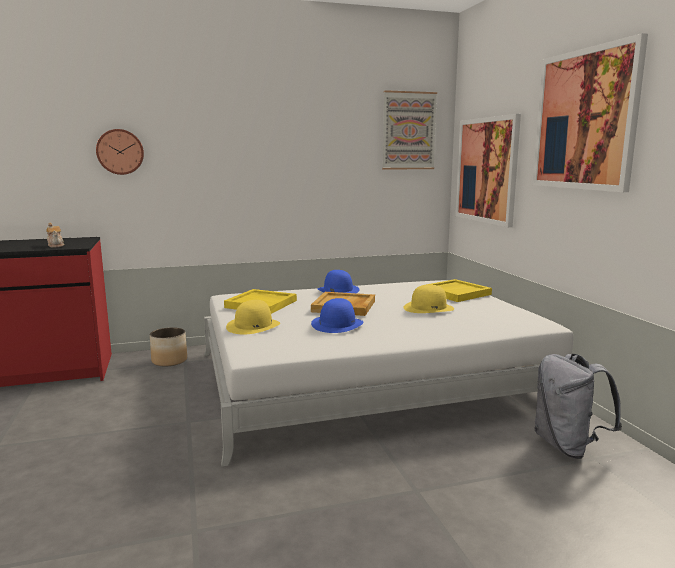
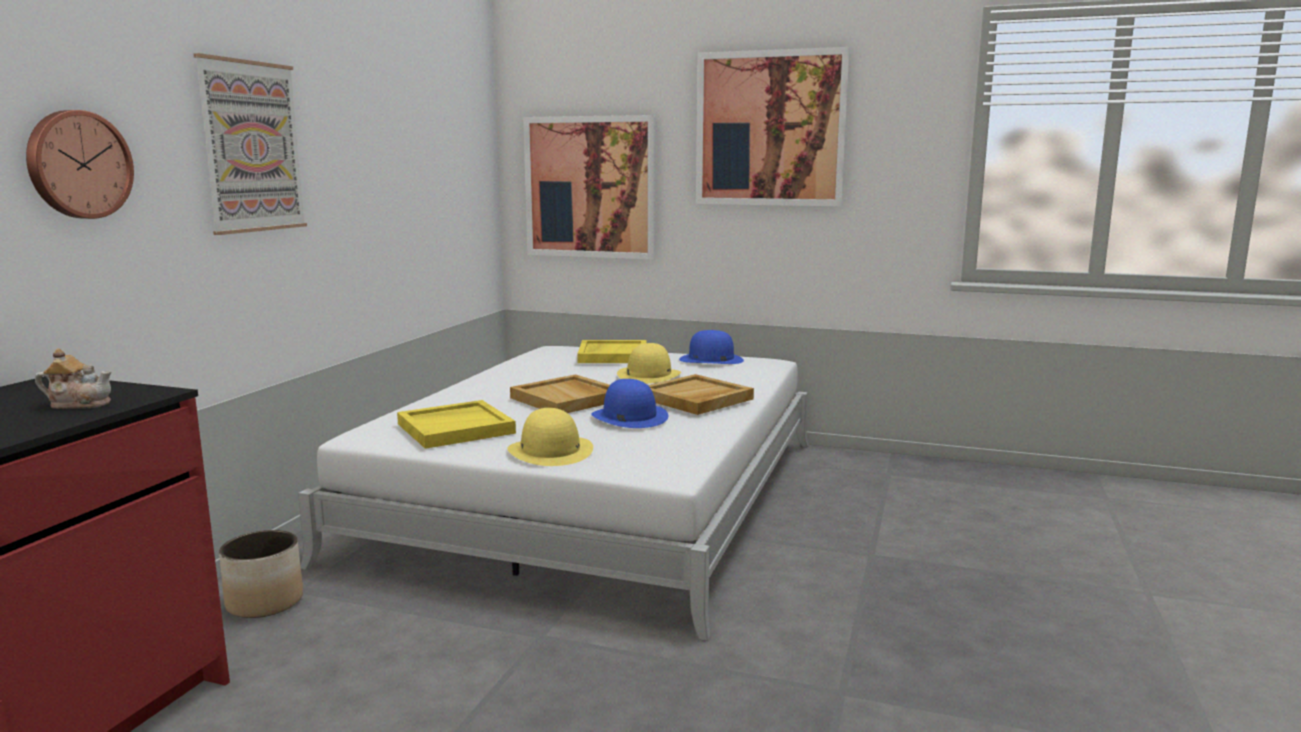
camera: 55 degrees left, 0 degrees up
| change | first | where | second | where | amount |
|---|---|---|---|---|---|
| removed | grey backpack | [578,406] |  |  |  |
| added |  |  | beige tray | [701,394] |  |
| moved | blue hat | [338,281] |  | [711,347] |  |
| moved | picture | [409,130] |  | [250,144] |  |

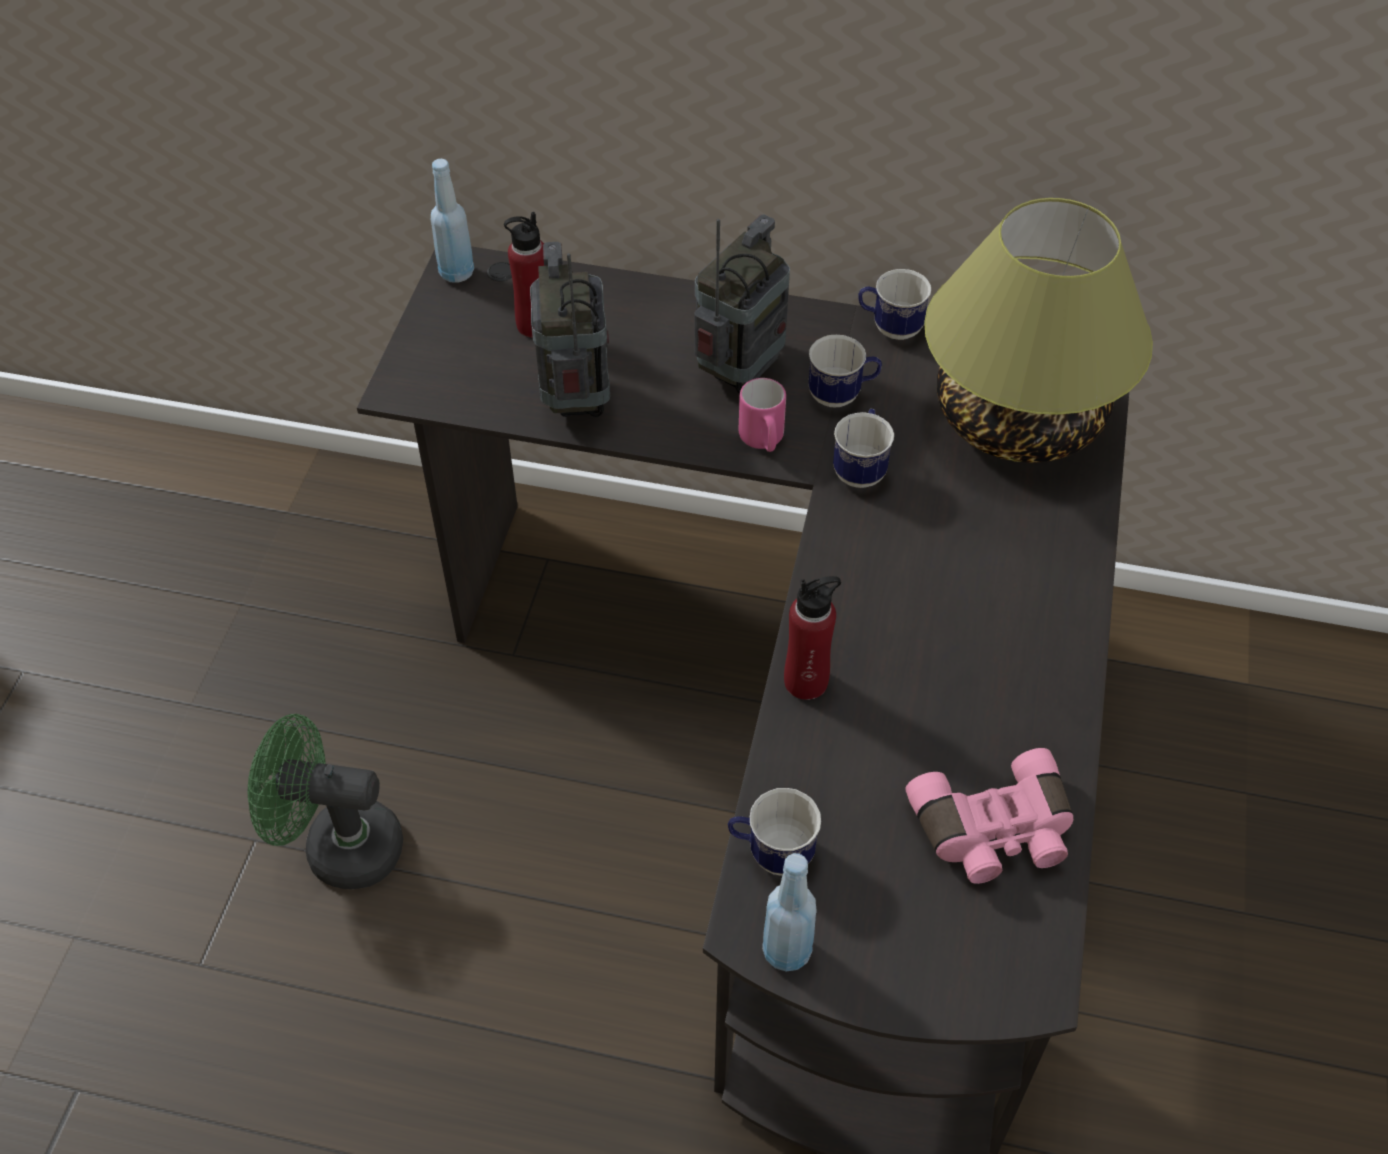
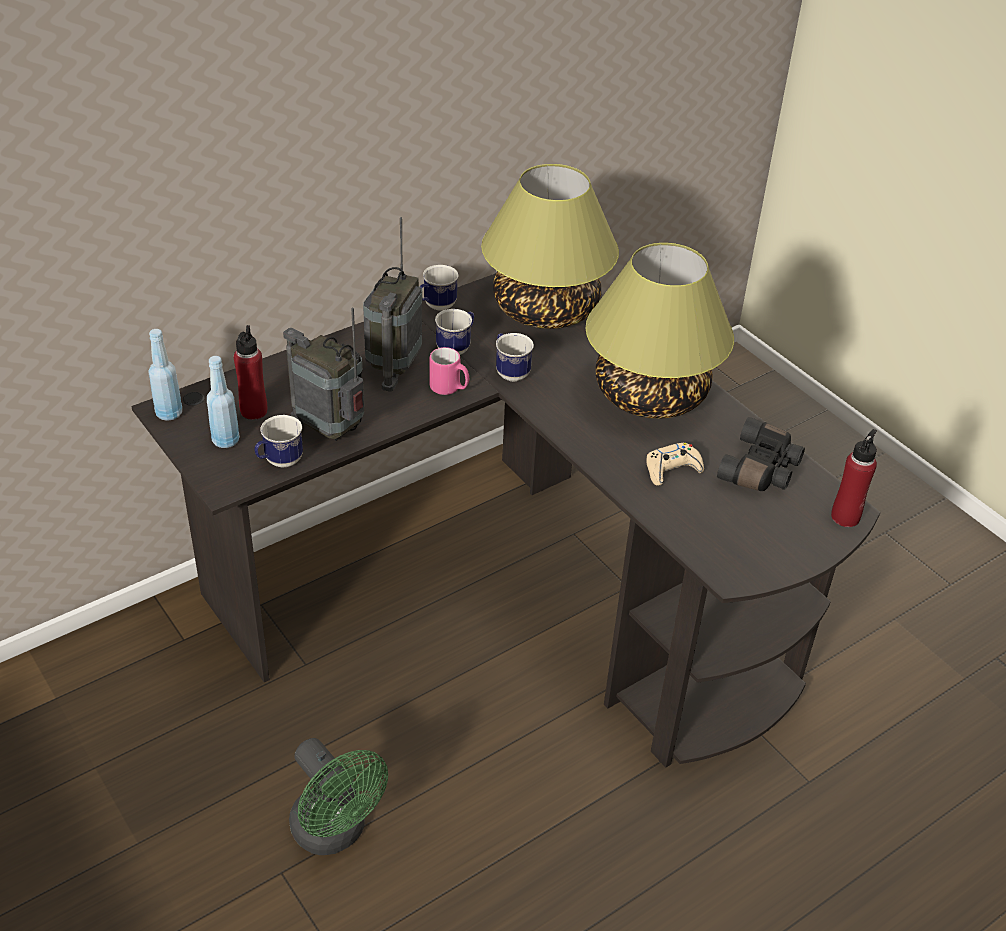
camera: 50 degrees left, 10 degrees down
| change | first | where | second | where | amount |
|---|---|---|---|---|---|
| added |  |  | table lamp | [660,331] |  |
| added |  |  | beige game controller | [675,464] |  |
| moved | mug | [774,832] |  | [278,441] |  |
| moved | blue bottle | [789,912] |  | [223,402] |  |
| moved | red bottle | [812,638] |  | [854,478] |  |
| recoloured | pink binoculars | [989,816] | black binoculars | [761,454] |  |
| turned | green fan | [325,801] |  | [338,796] | 90 degrees counterclockwise |
| turned | radio | [742,304] |  | [392,304] | 150 degrees counterclockwise |

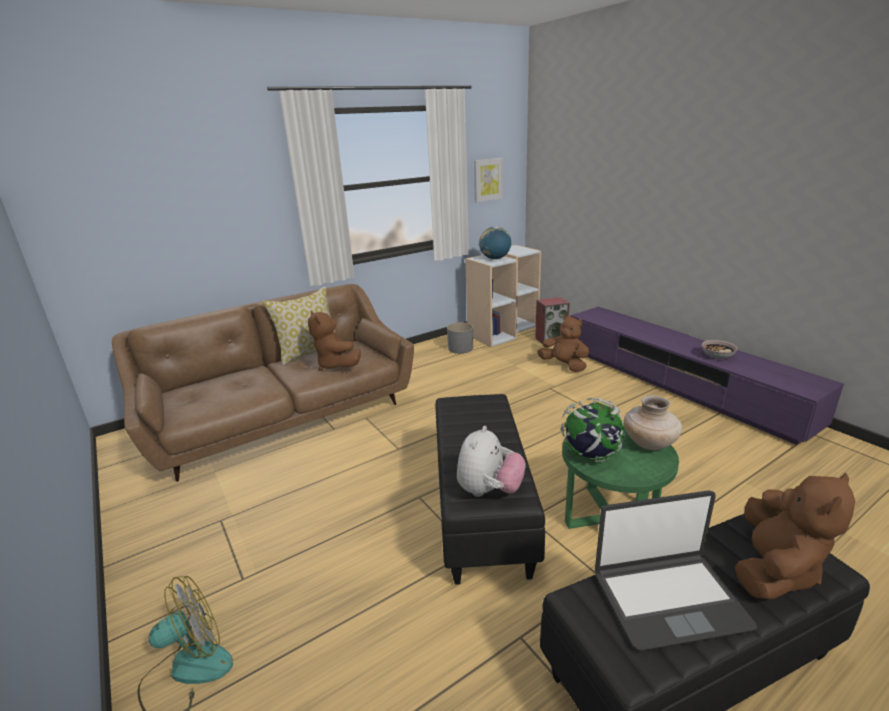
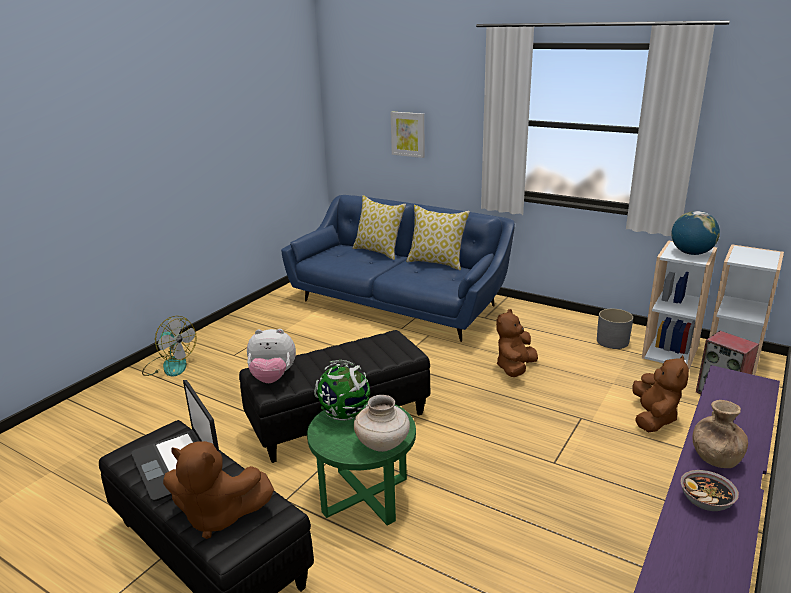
camera: 65 degrees right, 0 degrees up
| change | first | where | second | where | amount |
|---|---|---|---|---|---|
| added |  |  | pillow | [379,227] |  |
| added |  |  | brown vase | [720,434] |  |
| moved | brown plush toy | [334,340] |  | [517,343] |  |
| moved | picture | [488,180] |  | [408,135] |  |
| recoloured | brown sofa | [263,383] | blue sofa | [398,268] |  |

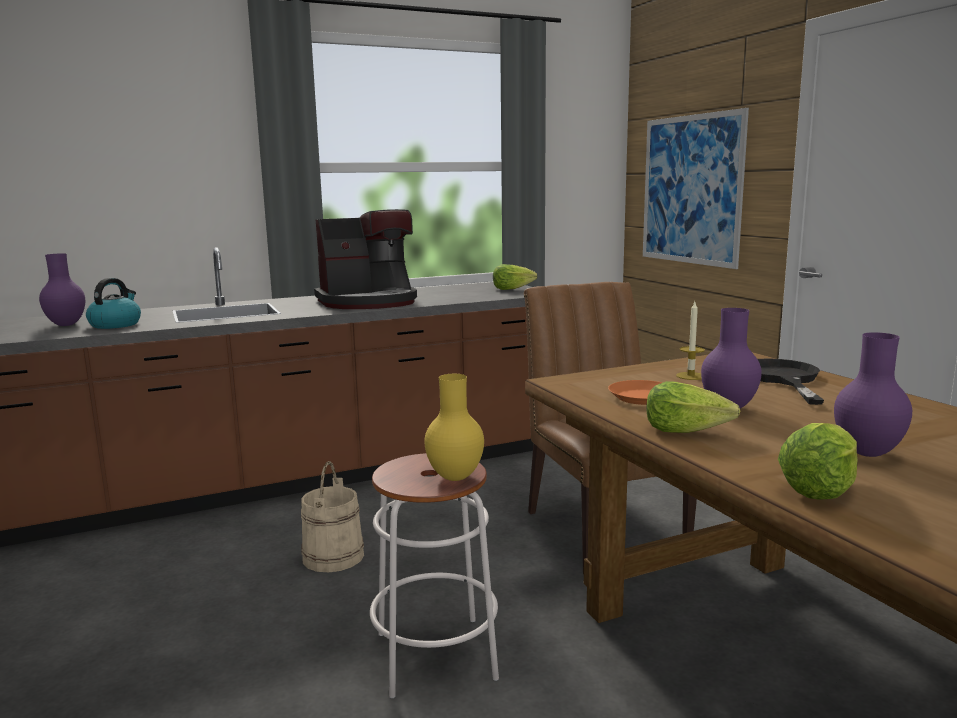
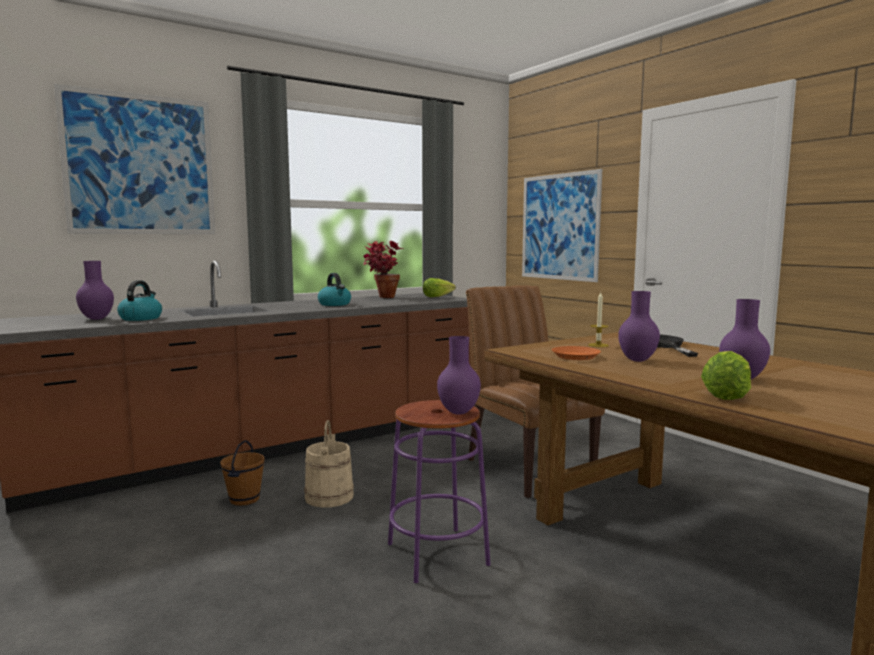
camera: 10 degrees left, 5 degrees down
| change | first | where | second | where | amount |
|---|---|---|---|---|---|
| removed | lettuce | [693,407] |  |  |  |
| added |  |  | picture | [134,159] |  |
| added |  |  | brown bucket | [242,473] |  |
| added |  |  | potted plant | [383,269] |  |
| replaced | coffee machine | [365,259] | kettle | [334,289] |  |
| recoloured | white stool | [434,575] | purple stool | [439,491] |  |
| recoloured | yellow vase | [454,427] | purple vase | [459,375] |  |

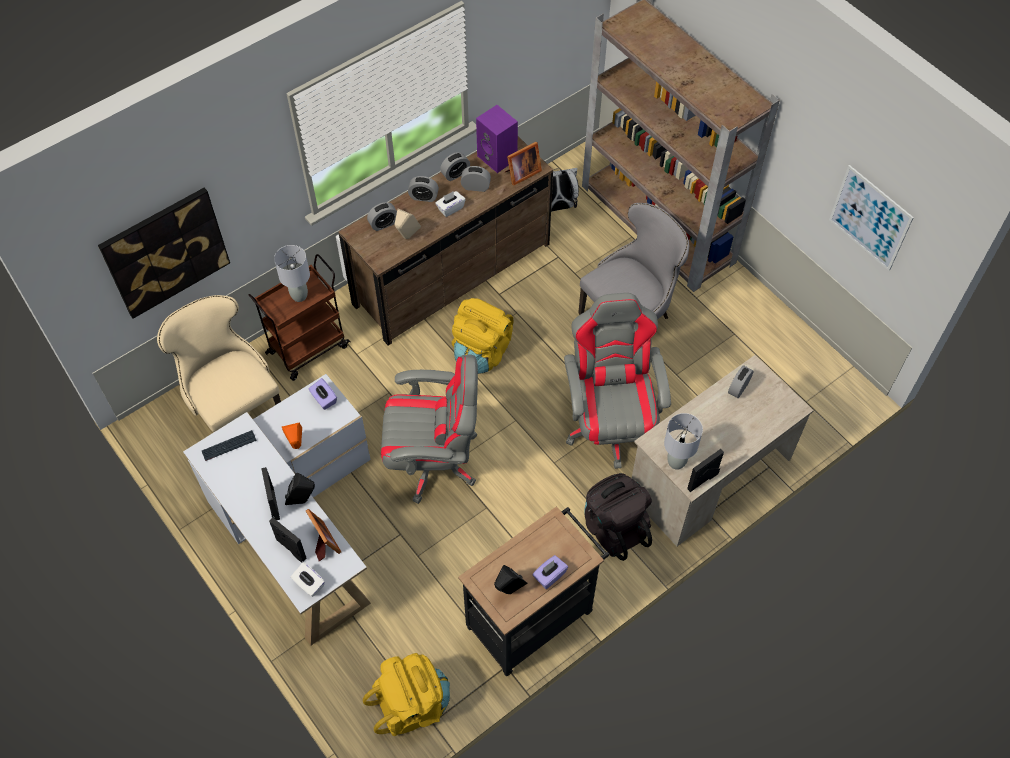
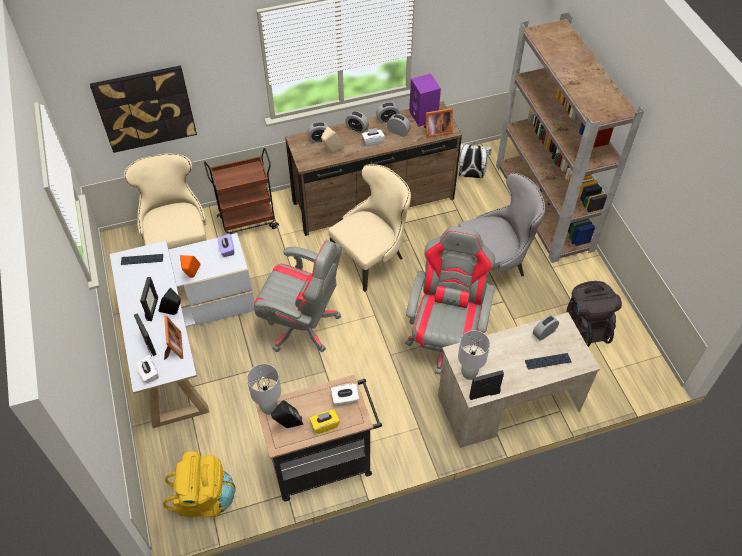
camera: 20 degrees right, 5 degrees down
| change | first | where | second | where | amount |
|---|---|---|---|---|---|
| removed | picture | [871,218] |  |  |  |
| added |  |  | white tissue box | [345,395] |  |
| added |  |  | keyboard | [548,361] |  |
| moved | grey table lamp | [292,273] |  | [264,389] |  |
| moved | black backpack | [618,517] |  | [594,314] |  |
| replaced | yellow backpack | [482,336] | beige chair | [369,228] |  |
| recoloured | purple tissue box | [550,572] | yellow tissue box | [325,421] |  |

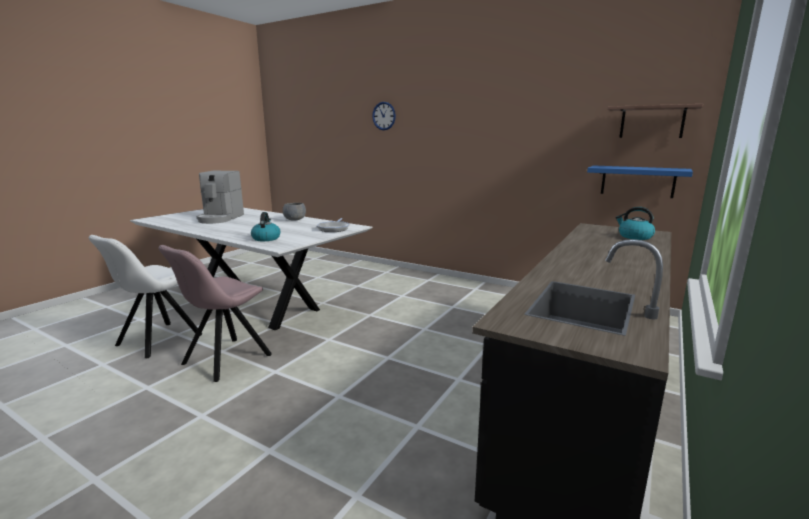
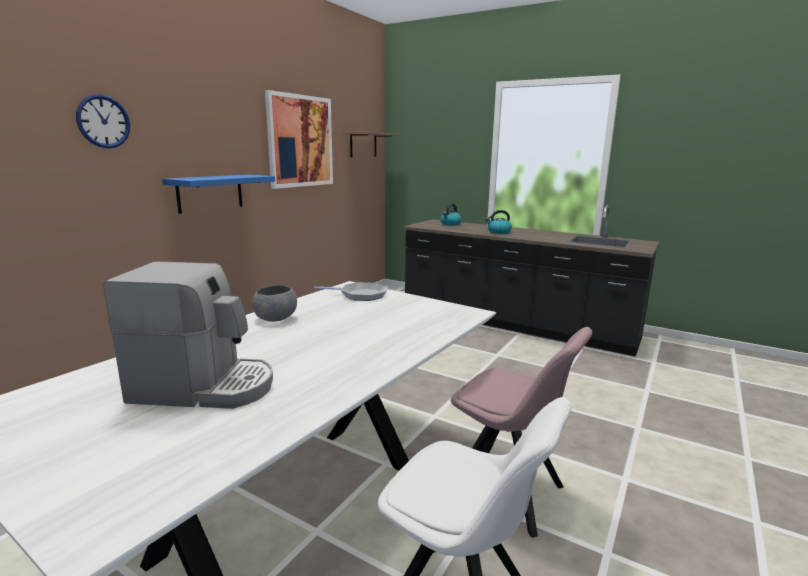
camera: 90 degrees left, 0 degrees up
| change | first | where | second | where | amount |
|---|---|---|---|---|---|
| added |  |  | picture | [299,139] |  |
| moved | kettle | [265,226] |  | [498,222] |  |
| moved | blue shelf | [640,181] |  | [218,194] |  |

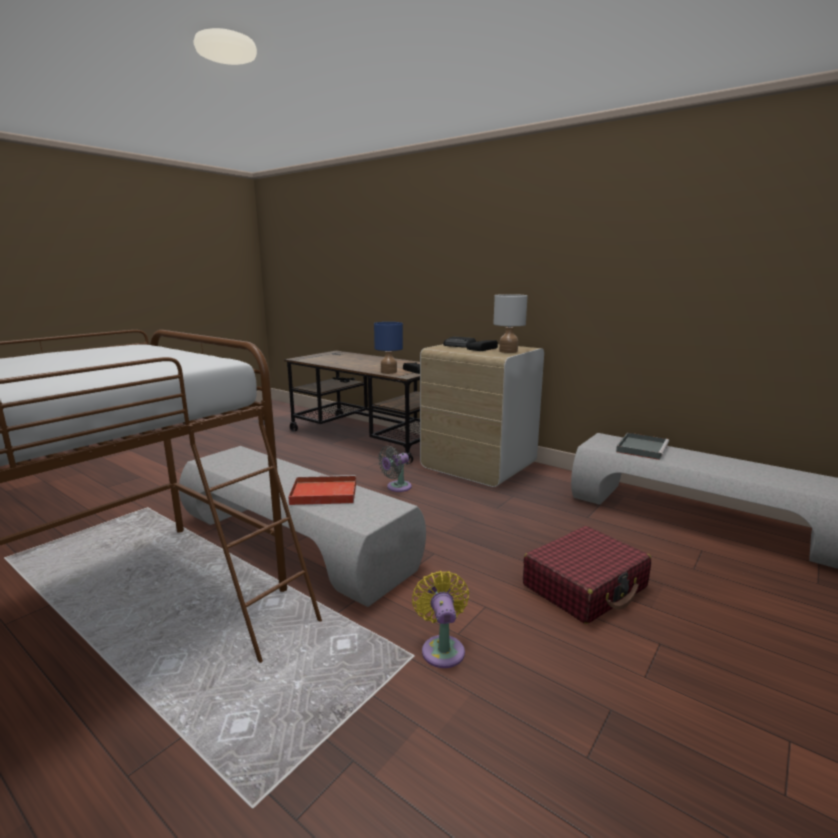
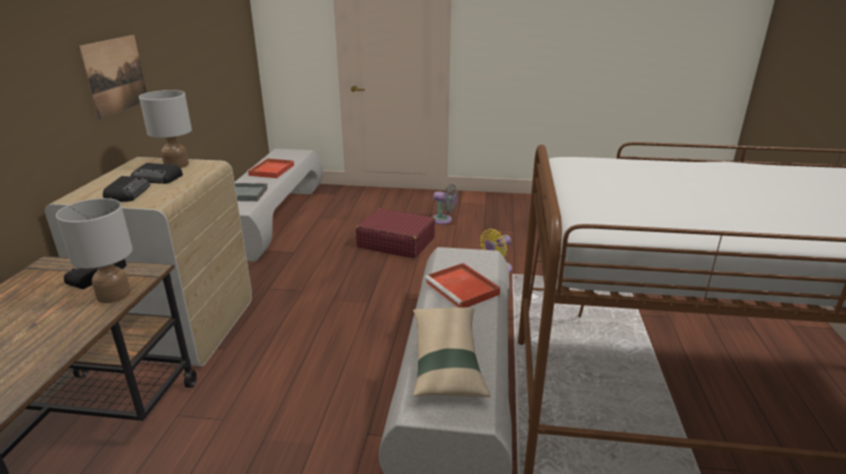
camera: 120 degrees left, 10 degrees up
| change | first | where | second | where | amount |
|---|---|---|---|---|---|
| added |  |  | picture | [112,77] |  |
| added |  |  | red tray | [270,168] |  |
| added |  |  | beige pillow | [451,352] |  |
| moved | grey fan | [395,469] |  | [445,204] |  |
| recoloured | blue table lamp | [388,348] | grey table lamp | [94,250] |  |

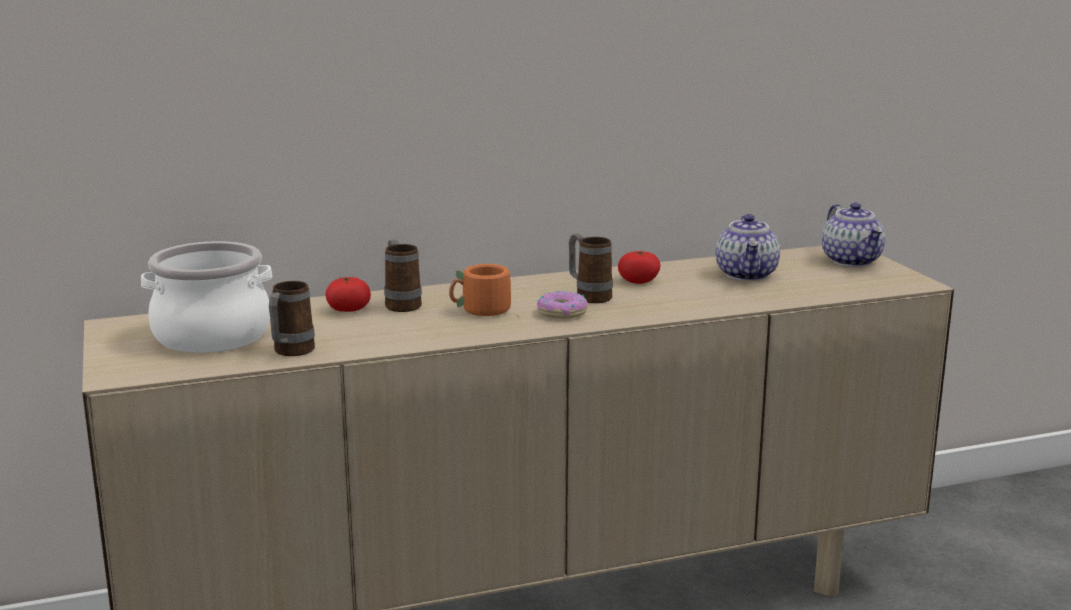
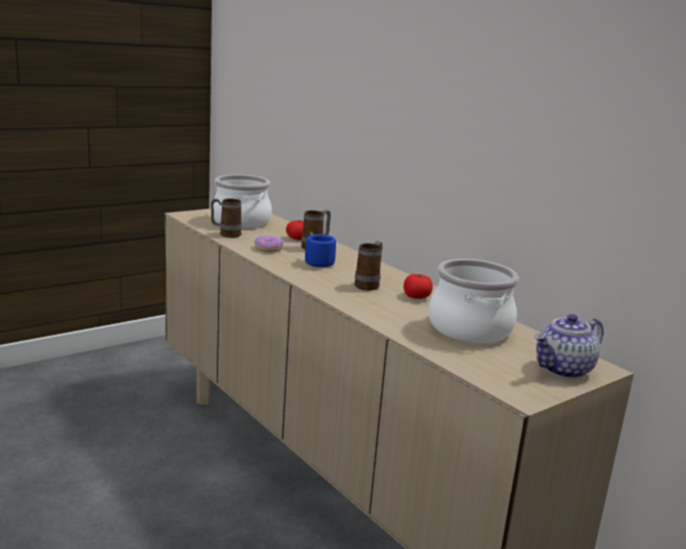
camera: 70 degrees right, 0 degrees up
| change | first | where | second | where | amount |
|---|---|---|---|---|---|
| moved | donut | [562,305] |  | [269,244] |  |
| replaced | teapot | [748,247] | cooking pot | [474,301] |  |
| recoloured | orange mug | [483,290] | blue mug | [320,251] |  |

